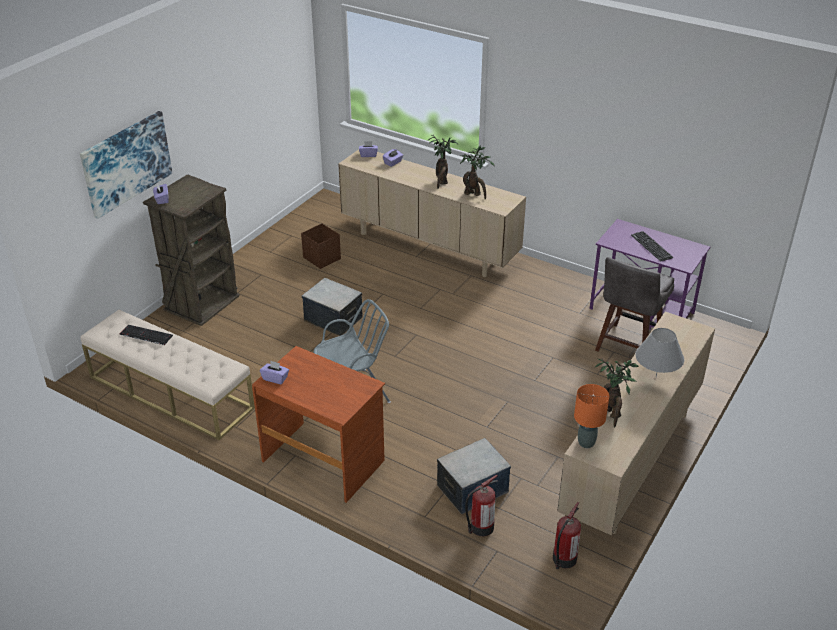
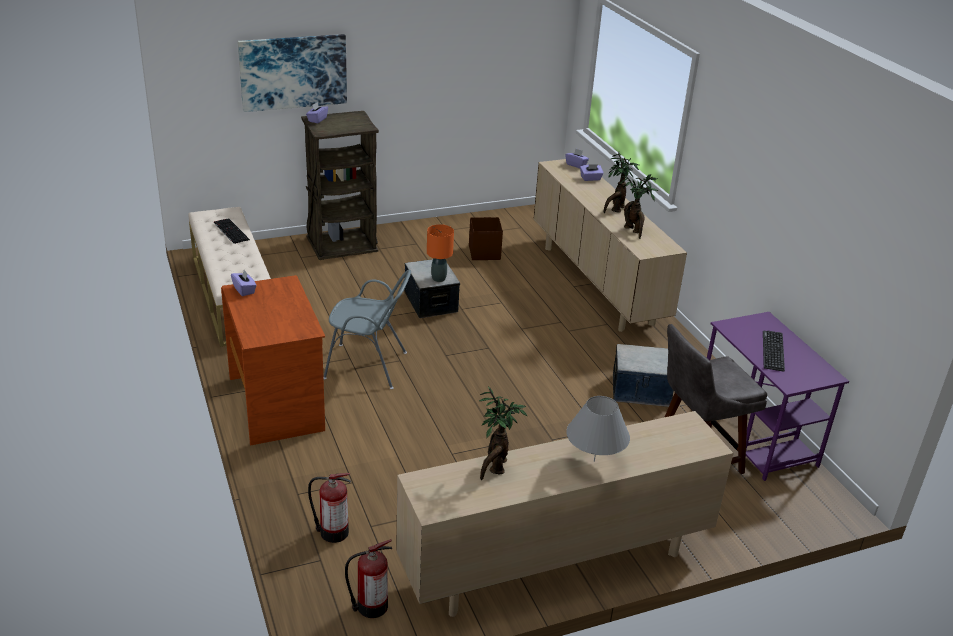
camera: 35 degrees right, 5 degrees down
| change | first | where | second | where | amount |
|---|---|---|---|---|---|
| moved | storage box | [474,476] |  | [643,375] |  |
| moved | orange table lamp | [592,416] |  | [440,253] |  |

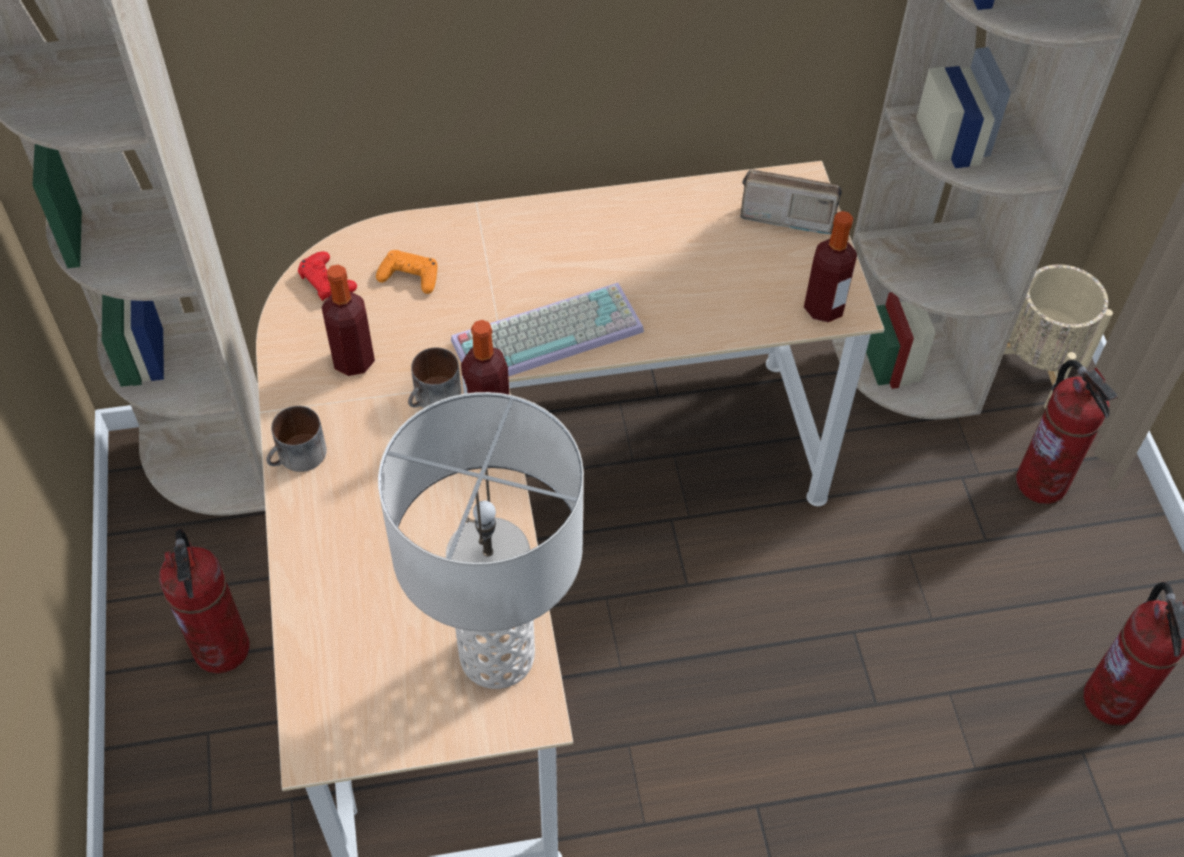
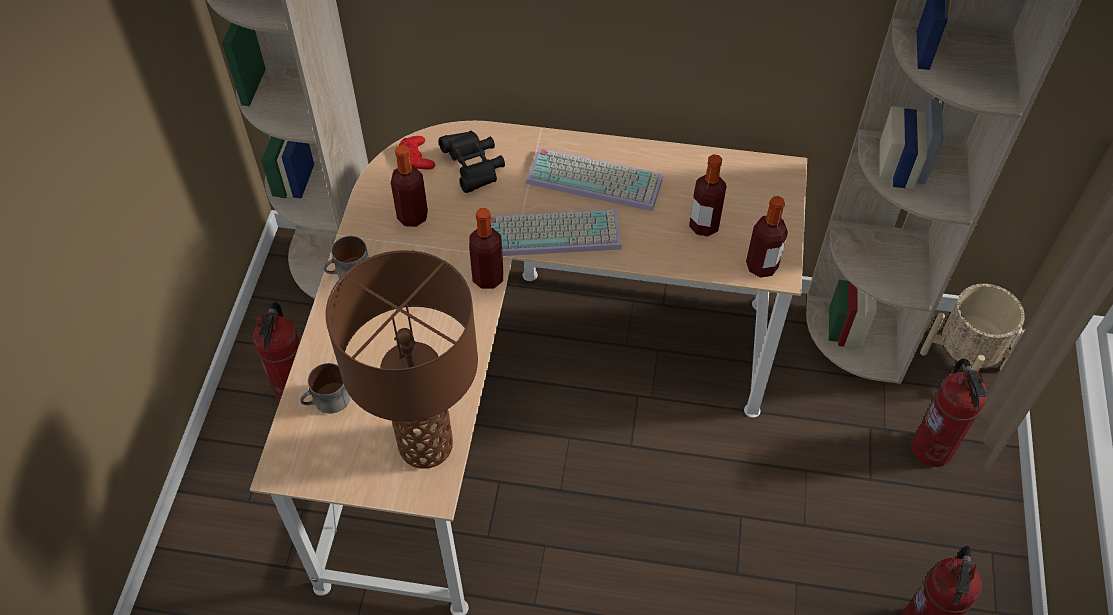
camera: 20 degrees right, 0 degrees up
| change | first | where | second | where | amount |
|---|---|---|---|---|---|
| removed | radio | [791,201] |  |  |  |
| added |  |  | keyboard | [594,179] |  |
| added |  |  | bottle | [708,195] |  |
| moved | mug | [434,377] |  | [325,388] |  |
| replaced | orange game controller | [407,272] | black binoculars | [472,162] |  |
| recoloured | white table lamp | [481,540] | brown table lamp | [401,359] |  |

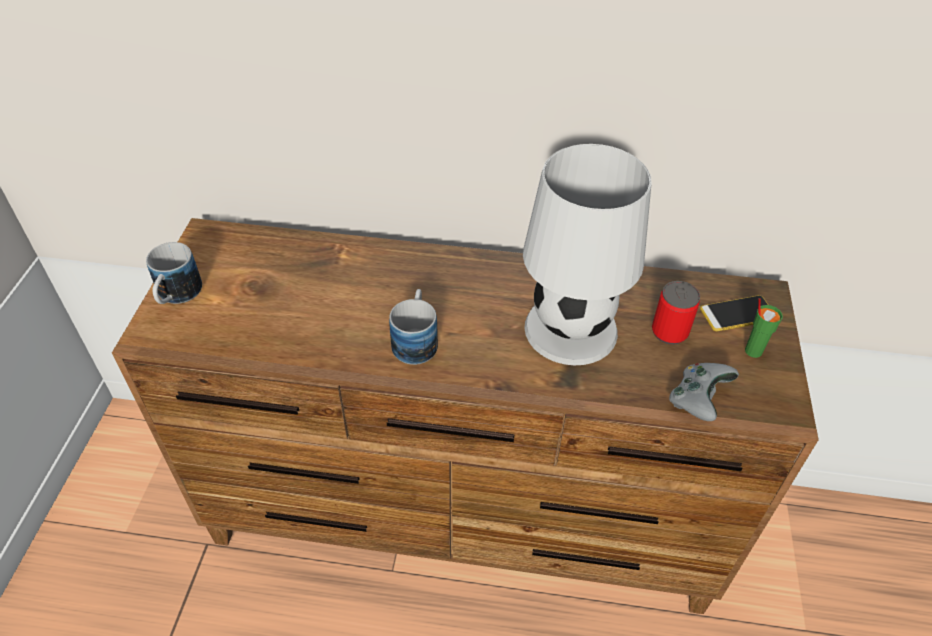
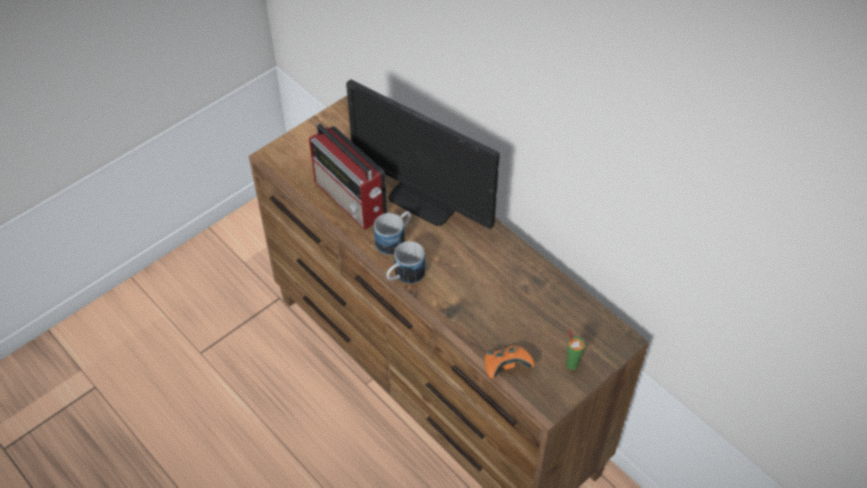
camera: 40 degrees right, 5 degrees up
| change | first | where | second | where | amount |
|---|---|---|---|---|---|
| removed | white table lamp | [587,254] |  |  |  |
| removed | can | [676,313] |  |  |  |
| removed | phone | [734,313] |  |  |  |
| added |  |  | radio | [348,176] |  |
| added |  |  | monitor | [423,154] |  |
| moved | mug | [174,273] |  | [405,262] |  |
| recoloured | grey game controller | [704,392] | orange game controller | [510,362] |  |

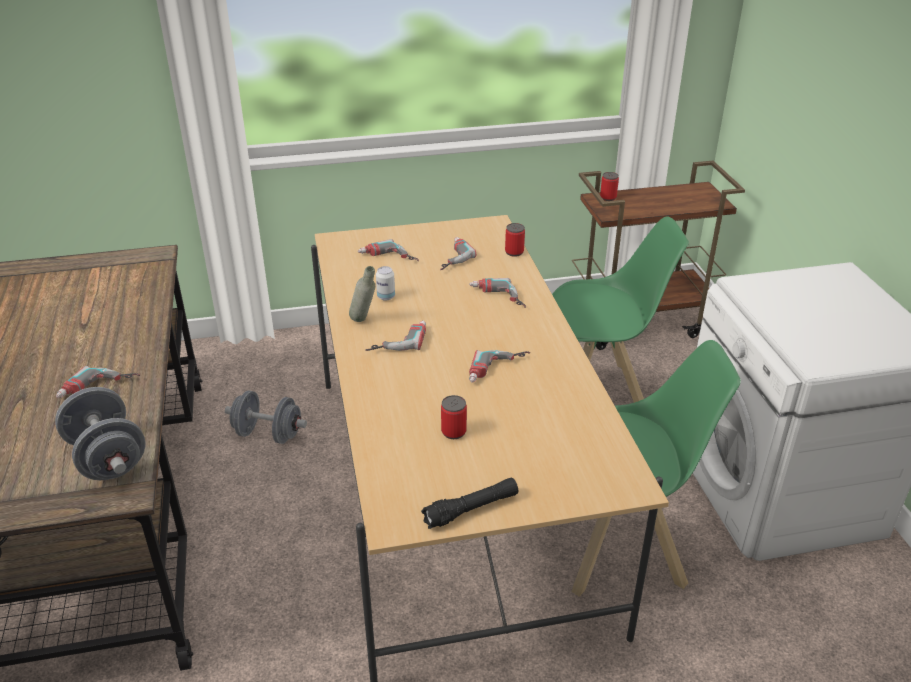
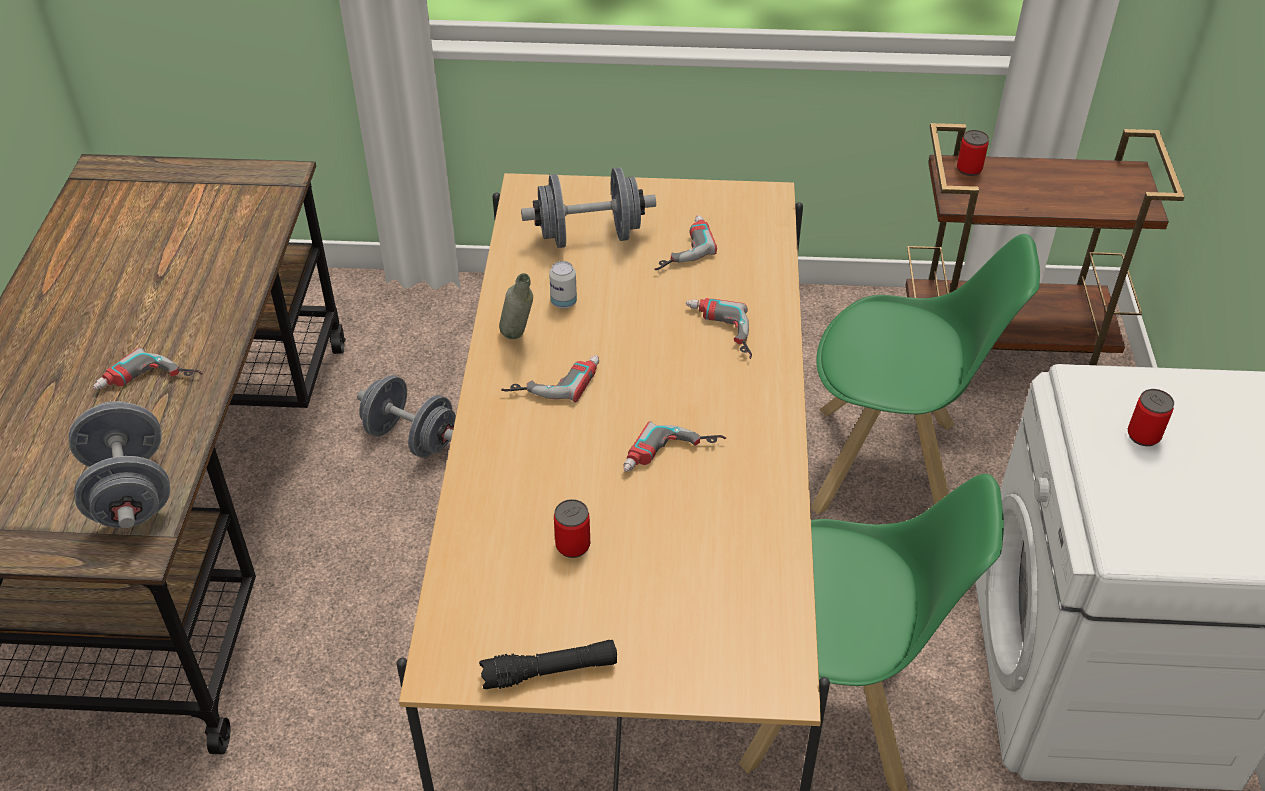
camera: 15 degrees right, 10 degrees up
| change | first | where | second | where | amount |
|---|---|---|---|---|---|
| moved | can | [515,240] |  | [1151,417] |  |
| replaced | power drill | [388,250] | grey dumbbell | [588,207] |  |

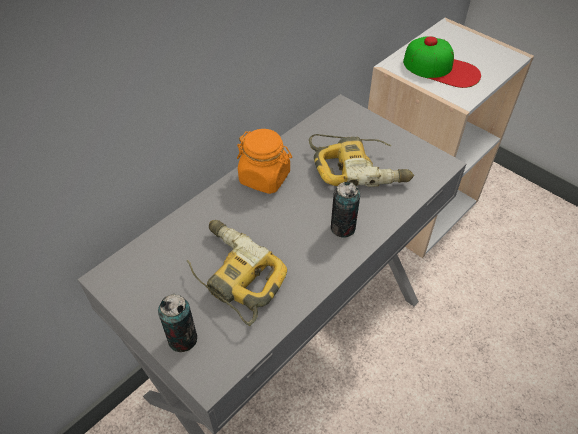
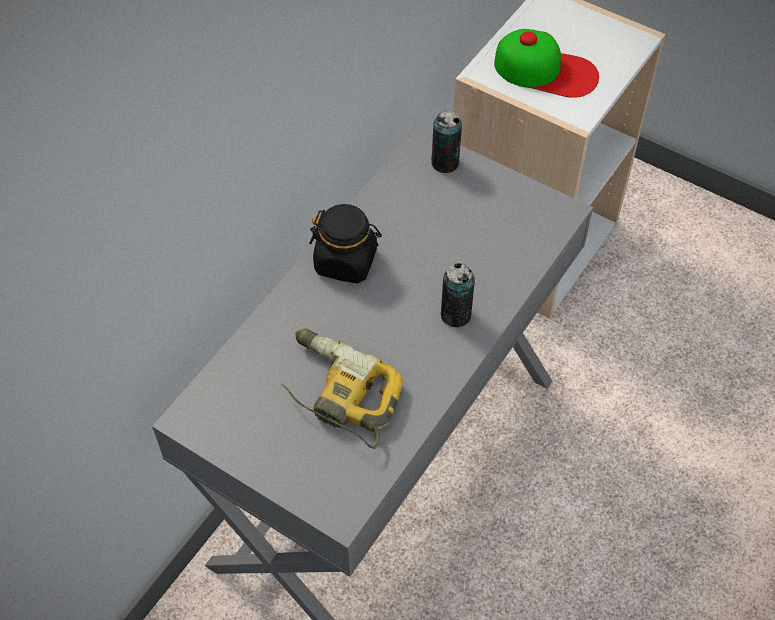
camera: 10 degrees left, 5 degrees up
| change | first | where | second | where | amount |
|---|---|---|---|---|---|
| removed | power drill | [361,160] |  |  |  |
| moved | can | [177,323] |  | [446,142] |  |
| recoloured | orange jar | [264,161] | black jar | [345,243] |  |

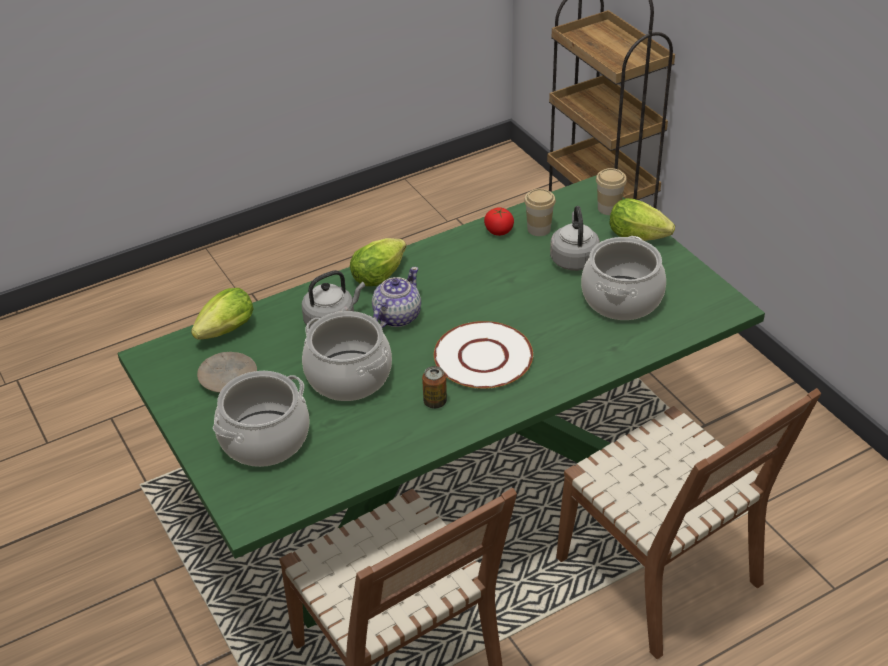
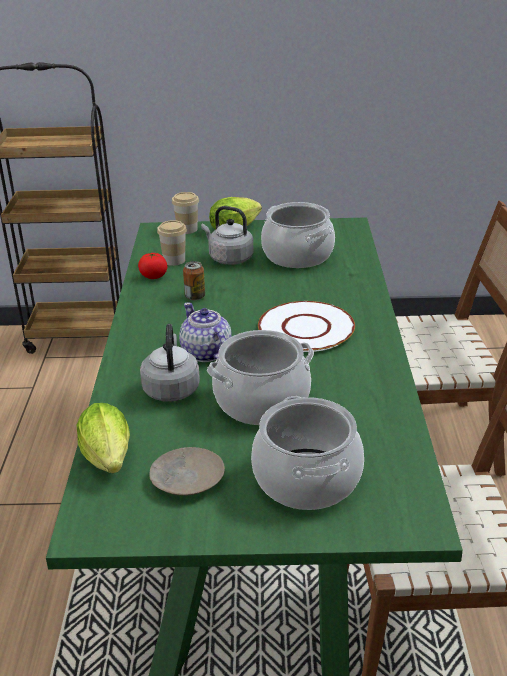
camera: 60 degrees left, 10 degrees down
| change | first | where | second | where | amount |
|---|---|---|---|---|---|
| removed | lettuce | [378,262] |  |  |  |
| moved | can | [434,387] |  | [194,281] |  |

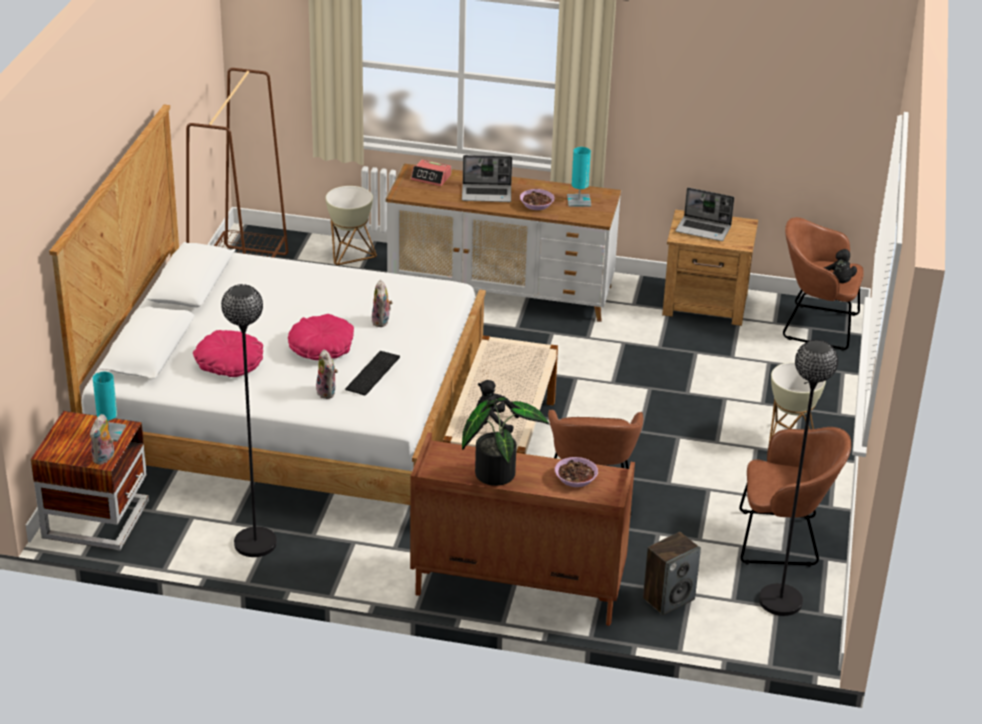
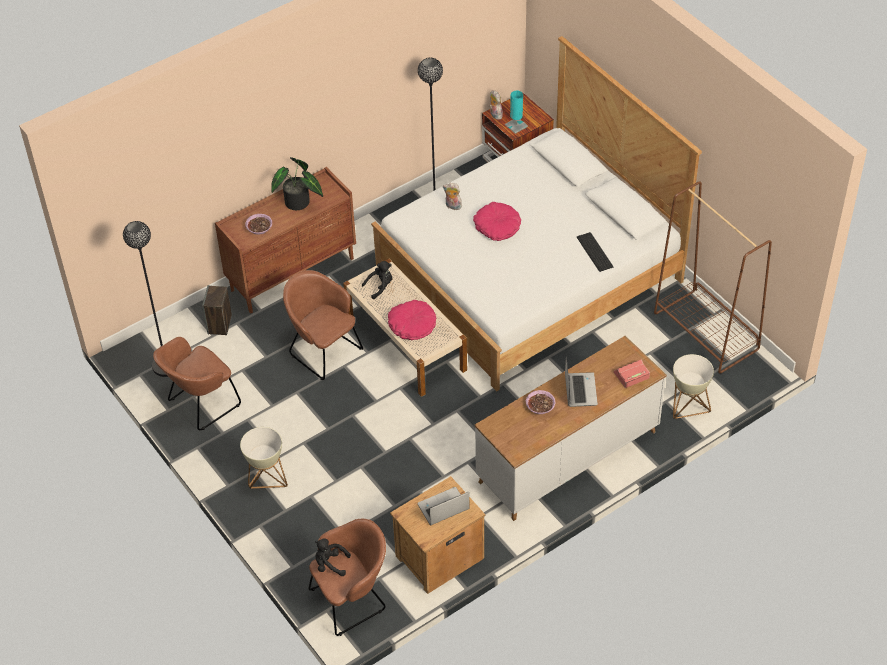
camera: 135 degrees right, 15 degrees up
| change | first | where | second | where | amount |
|---|---|---|---|---|---|
| removed | plush toy | [382,303] |  |  |  |
| removed | turquoise table lamp | [579,177] |  |  |  |
| moved | pink pillow | [228,353] |  | [412,320] |  |
| moved | keyboard | [372,373] |  | [595,252] |  |
| turned | laptop | [487,178] |  | [581,381] | 135 degrees clockwise |

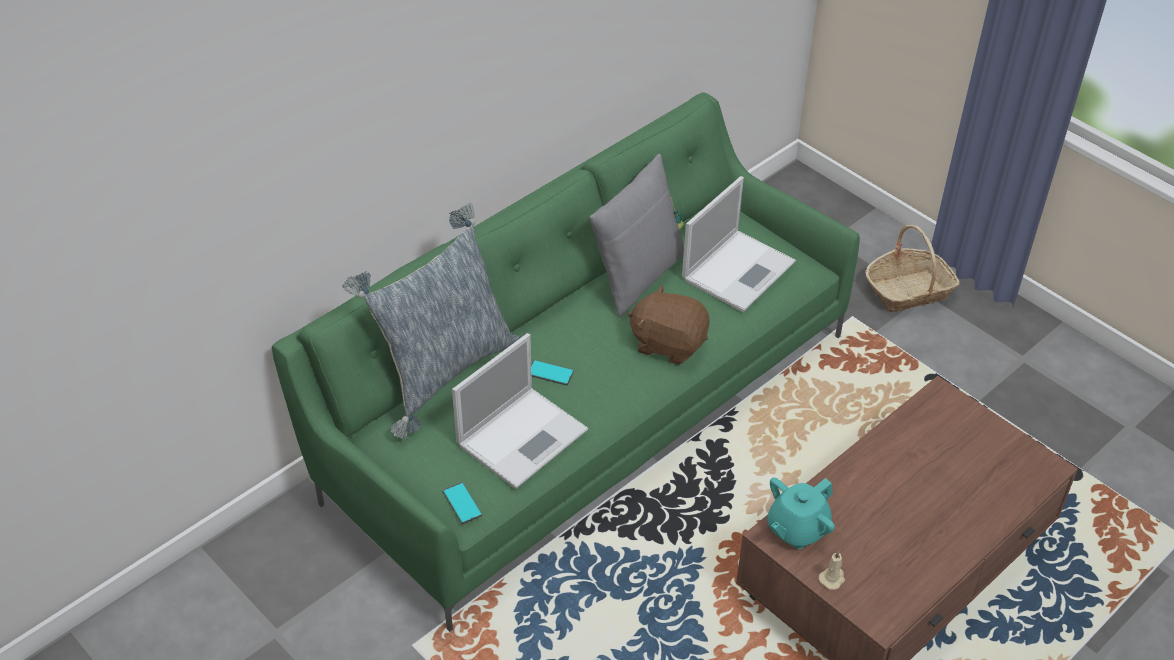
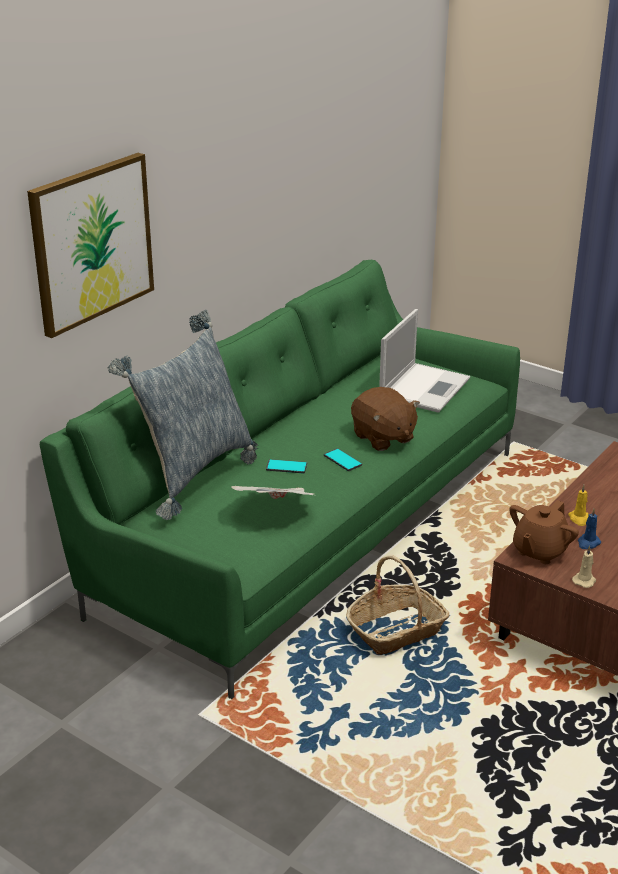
camera: 10 degrees left, 15 degrees down
| change | first | where | second | where | amount |
|---|---|---|---|---|---|
| removed | grey pillow | [636,235] |  |  |  |
| added |  |  | picture | [90,245] |  |
| added |  |  | yellow candle | [578,505] |  |
| added |  |  | blue candle | [589,529] |  |
| moved | phone | [462,503] |  | [343,459] |  |
| moved | basket | [912,268] |  | [398,605] |  |
| replaced | laptop | [520,411] | newspaper | [272,492] |  |
| recoloured | turquoise teapot | [801,513] | brown teapot | [544,532] |  |
| turned | brown plush toy | [669,324] |  | [385,419] | 135 degrees counterclockwise |

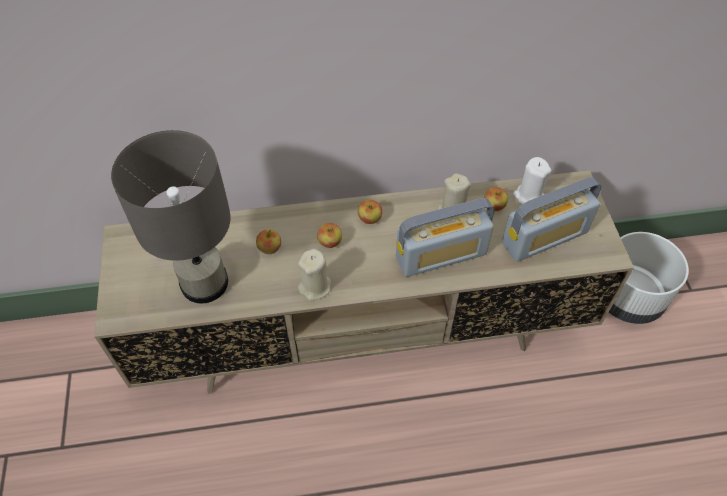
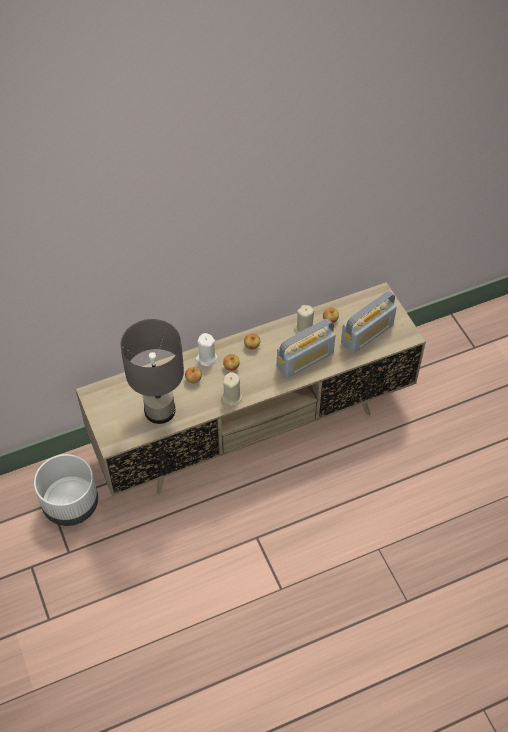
camera: 15 degrees left, 0 degrees up
| change | first | where | second | where | amount |
|---|---|---|---|---|---|
| moved | white candle | [532,180] |  | [206,350] |  |
| moved | white planter | [649,278] |  | [66,490] |  |

